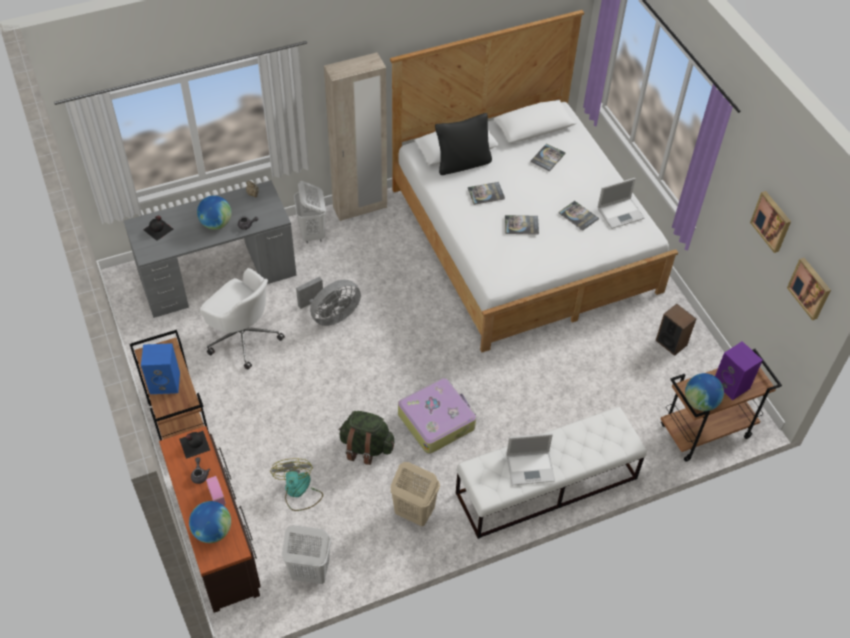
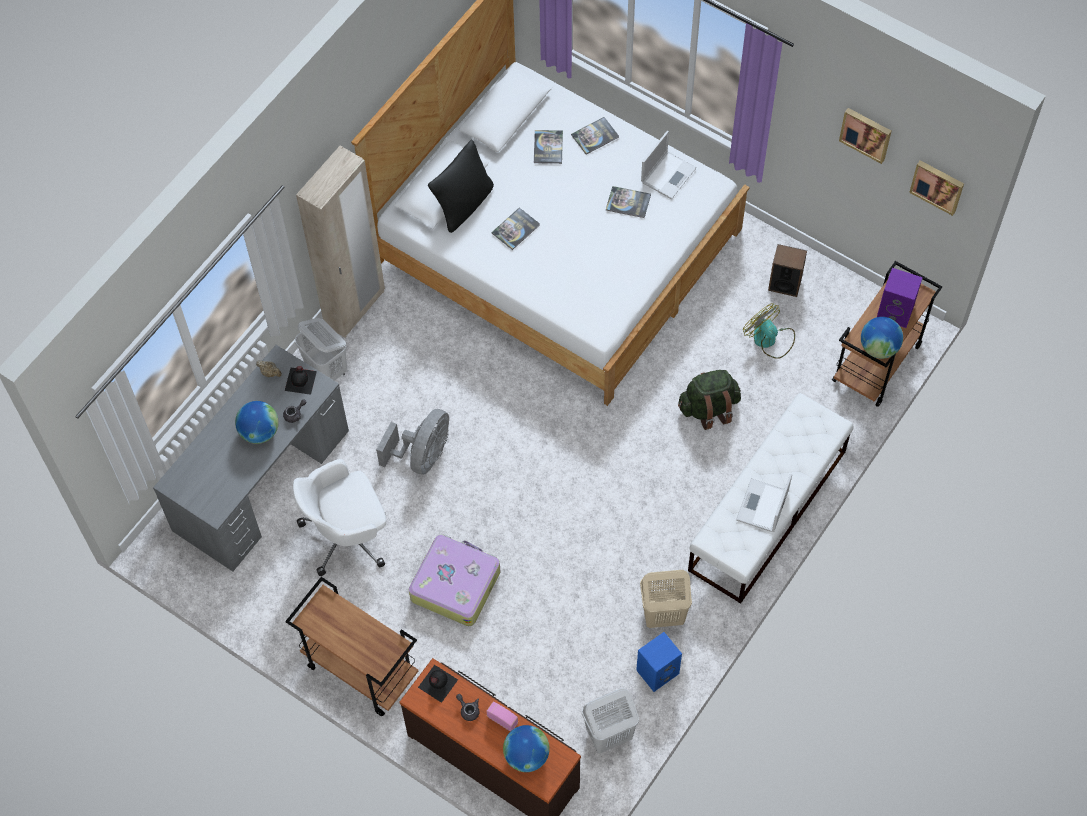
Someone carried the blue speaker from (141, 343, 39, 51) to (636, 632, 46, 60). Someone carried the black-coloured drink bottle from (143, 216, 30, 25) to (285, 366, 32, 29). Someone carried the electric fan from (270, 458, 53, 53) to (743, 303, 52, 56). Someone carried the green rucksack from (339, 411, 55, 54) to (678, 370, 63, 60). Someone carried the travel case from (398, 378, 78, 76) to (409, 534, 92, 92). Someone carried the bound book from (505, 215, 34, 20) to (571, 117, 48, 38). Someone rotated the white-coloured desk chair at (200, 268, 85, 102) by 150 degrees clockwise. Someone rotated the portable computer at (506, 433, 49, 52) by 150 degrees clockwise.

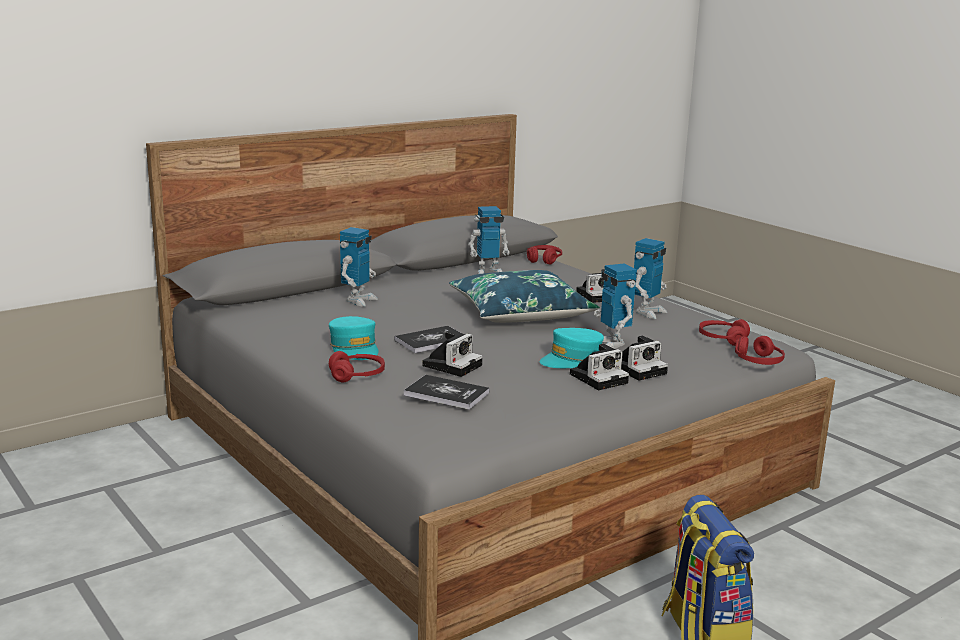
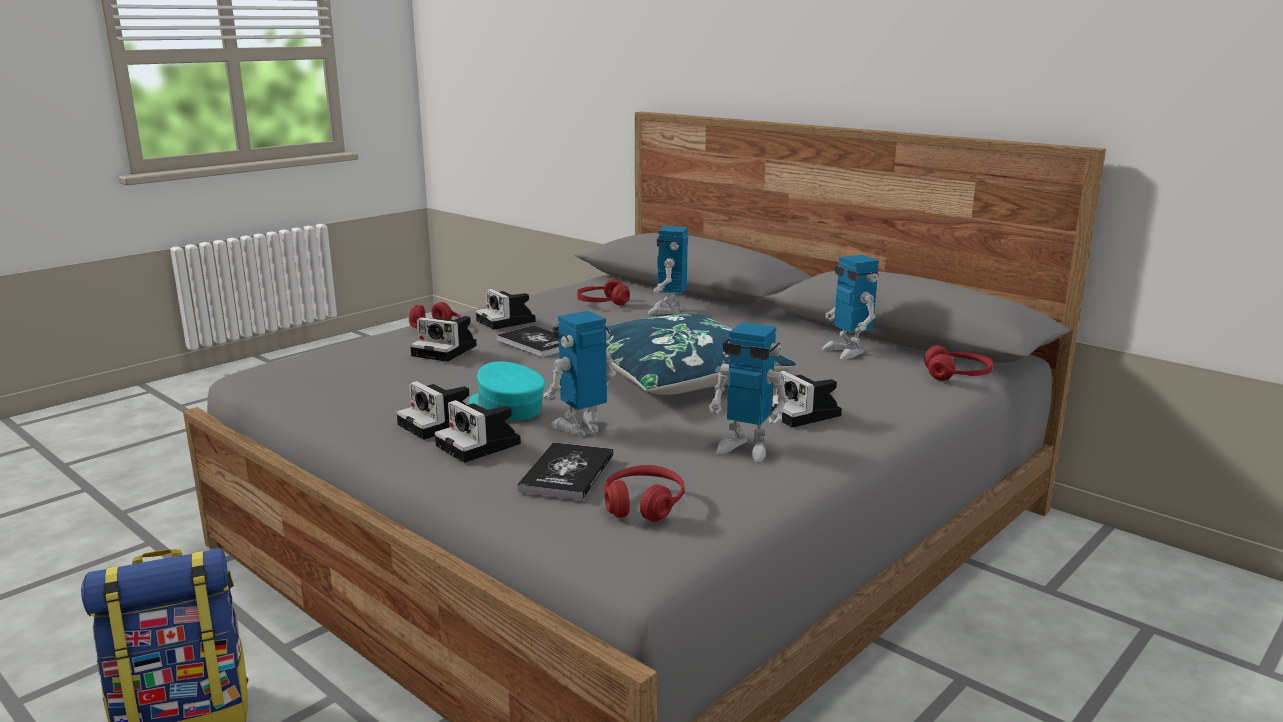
Someone carried the bound book from (404, 375, 86, 35) to (517, 442, 97, 58). Someone carried the red headset from (735, 336, 50, 29) to (577, 279, 53, 27). Someone swapped the turquoise peaked cap at (329, 316, 49, 44) for the still camera at (476, 289, 60, 41). Someone rotated the toy robot at (340, 227, 38, 80) by 90 degrees clockwise.

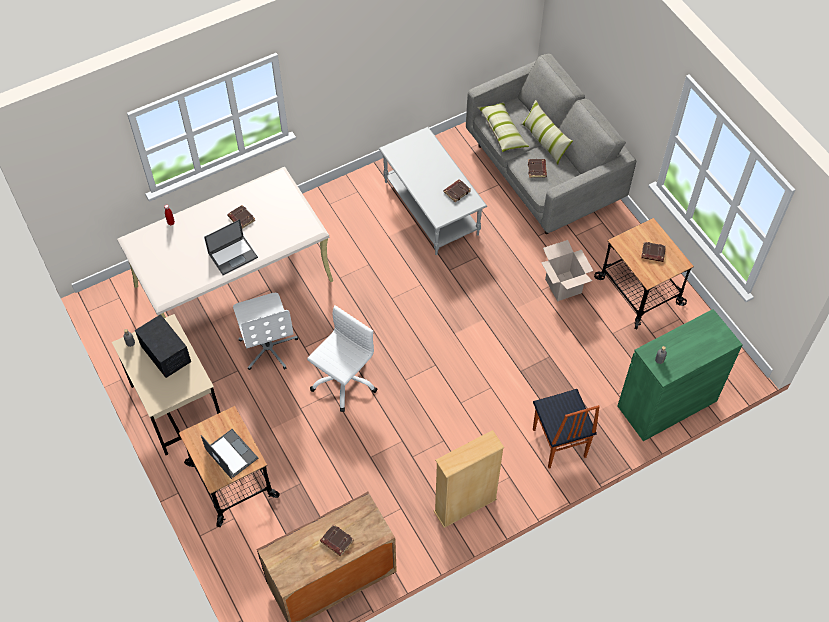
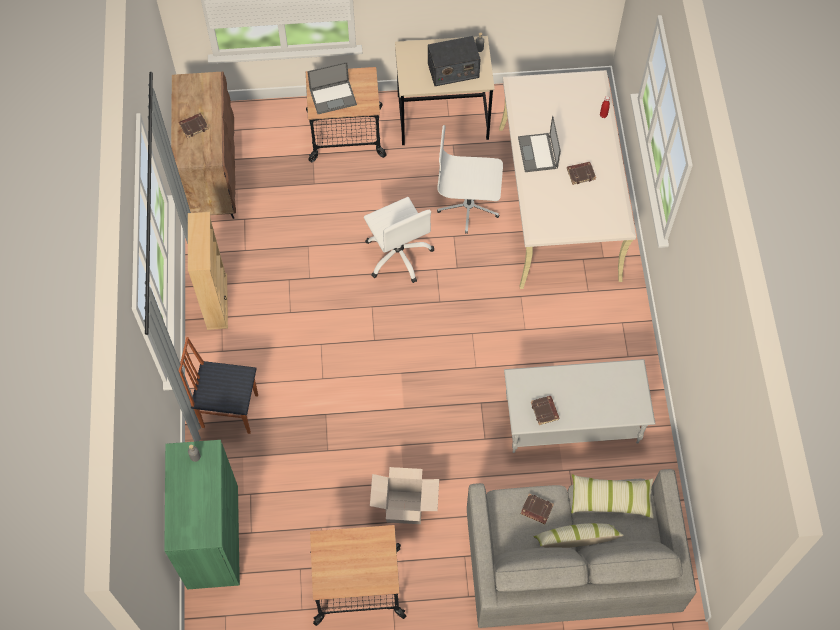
Someone took away the brownish bound book at (641, 242, 25, 20).

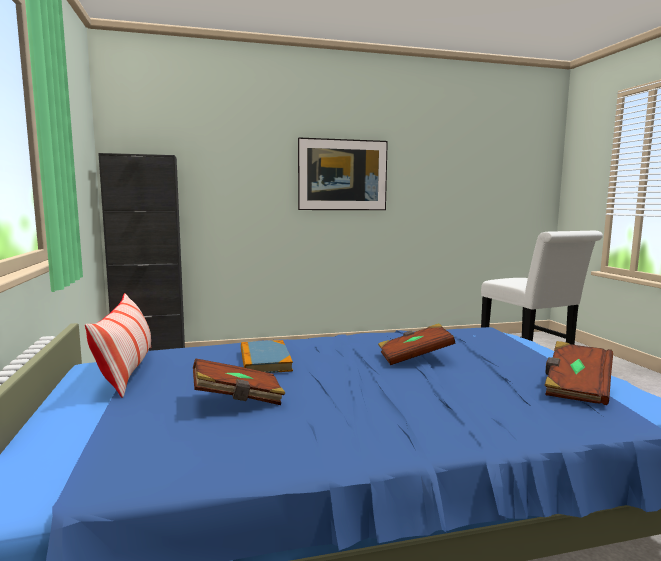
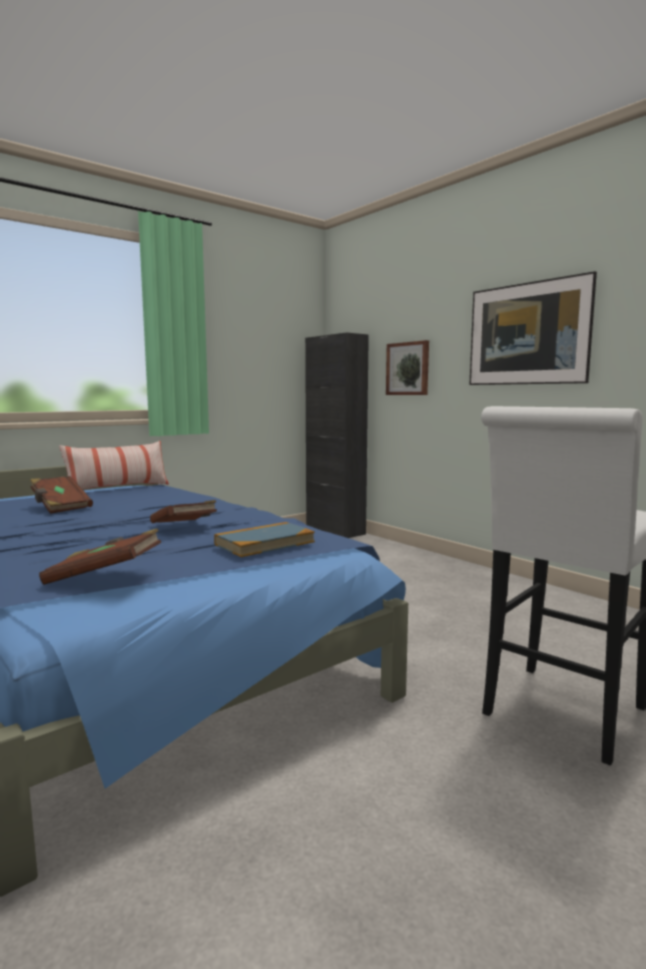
Someone put up the wall picture at (386, 340, 43, 55). Someone carried the bound book from (241, 340, 52, 33) to (214, 522, 101, 35).

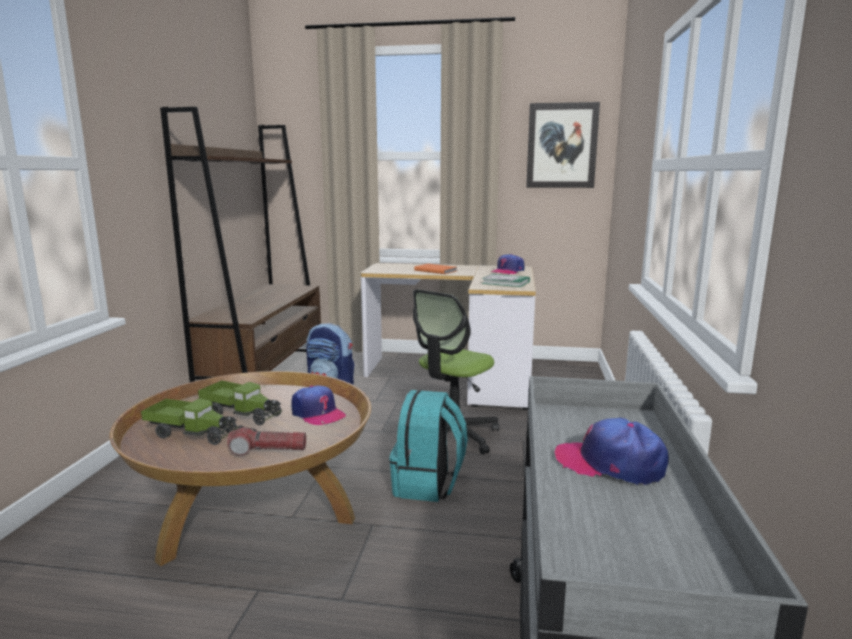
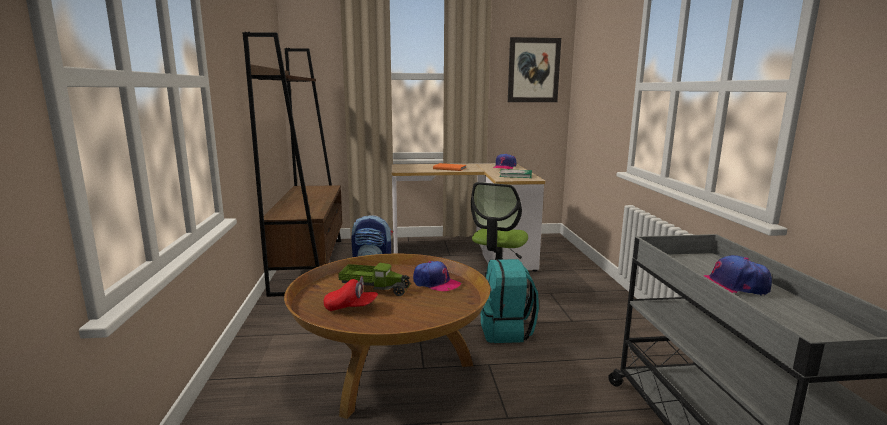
Someone took away the hand torch at (227, 425, 79, 31). Someone swapped the toy truck at (141, 398, 97, 47) for the red peaked cap at (324, 276, 54, 35).

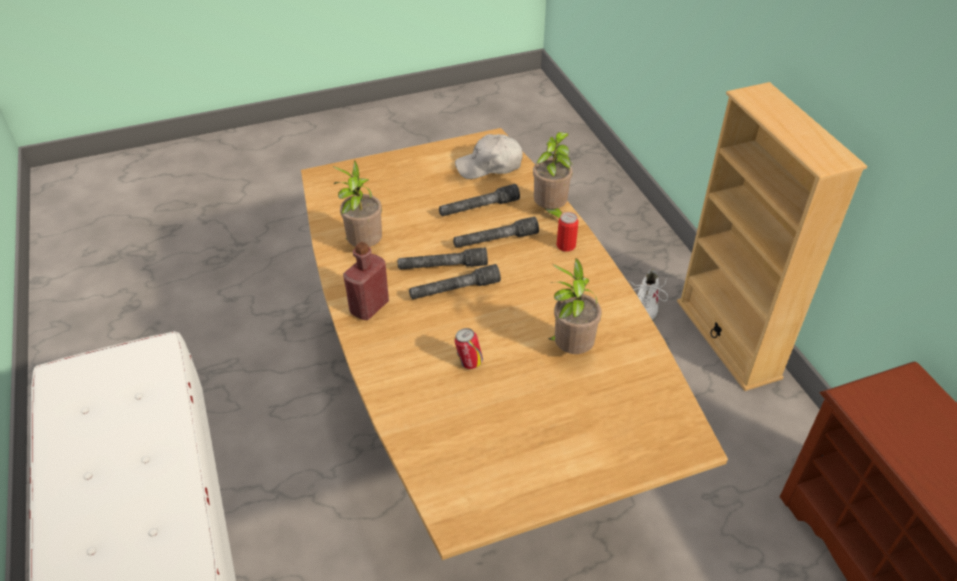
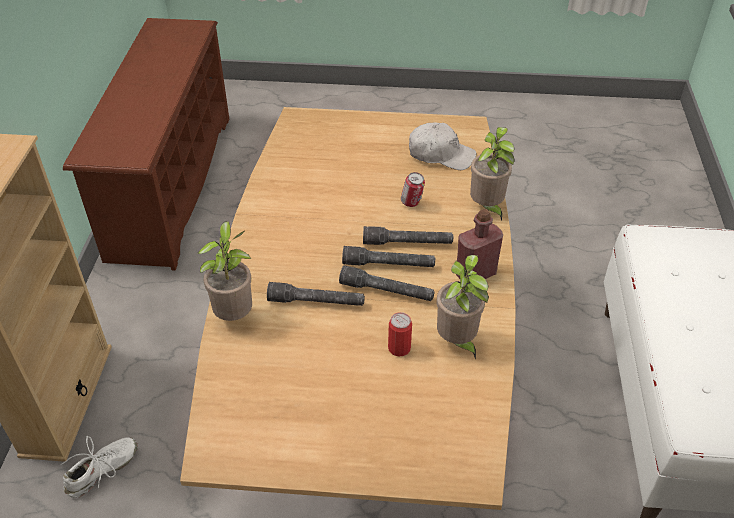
Someone carried the greyish hand torch from (439, 184, 81, 32) to (363, 226, 90, 19). Someone carried the white-coloured peaked cap from (455, 134, 68, 45) to (409, 122, 67, 48). Someone carried the plant in a pot from (548, 259, 54, 95) to (470, 127, 45, 94). Someone carried the metal can from (557, 212, 22, 40) to (388, 312, 24, 44).

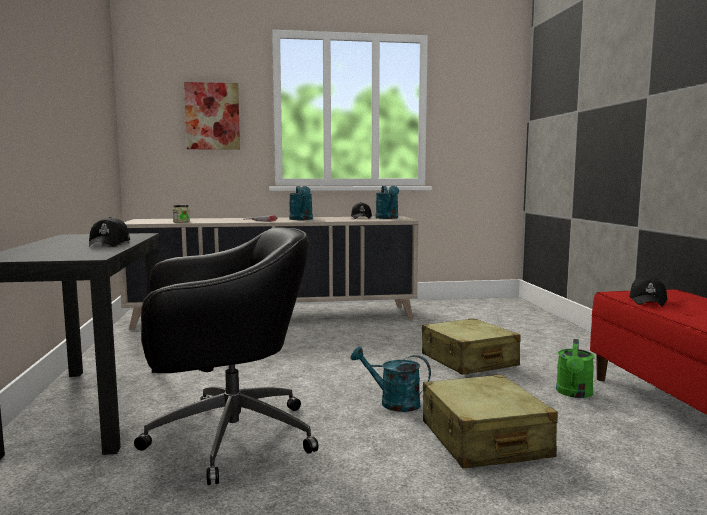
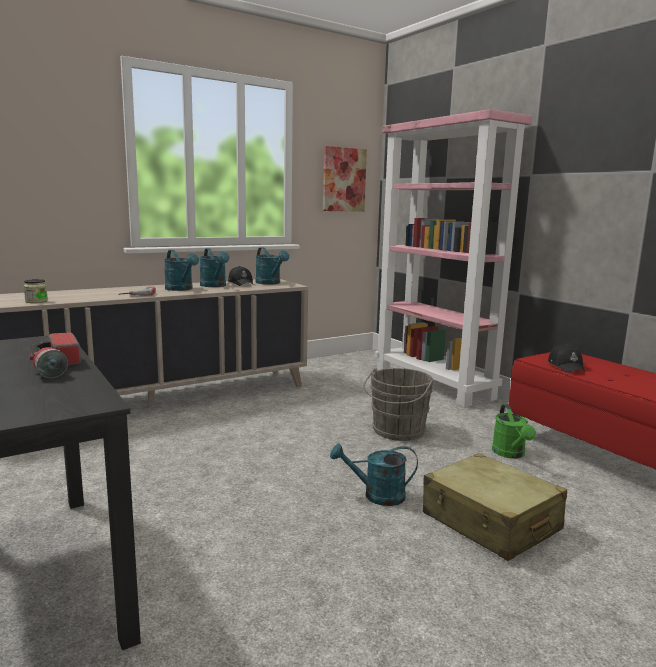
Someone took away the black-coloured desk chair at (134, 228, 185, 257). Someone put down the turquoise watering can at (199, 248, 30, 39). Someone put down the pink bookshelf at (375, 109, 157, 299). Someone carried the wall picture from (184, 82, 56, 68) to (323, 146, 44, 66). Someone swapped the black-coloured peaked cap at (89, 217, 41, 30) for the hand torch at (30, 332, 51, 46). Someone swapped the beige travel case at (422, 318, 99, 57) for the greyish pail at (363, 368, 70, 73).

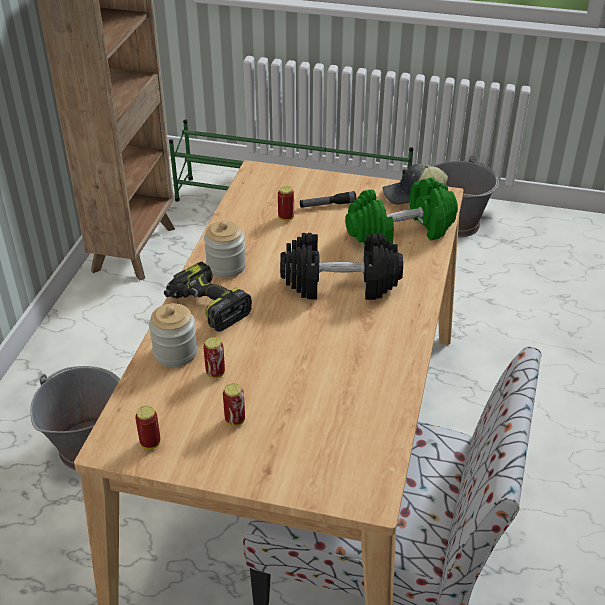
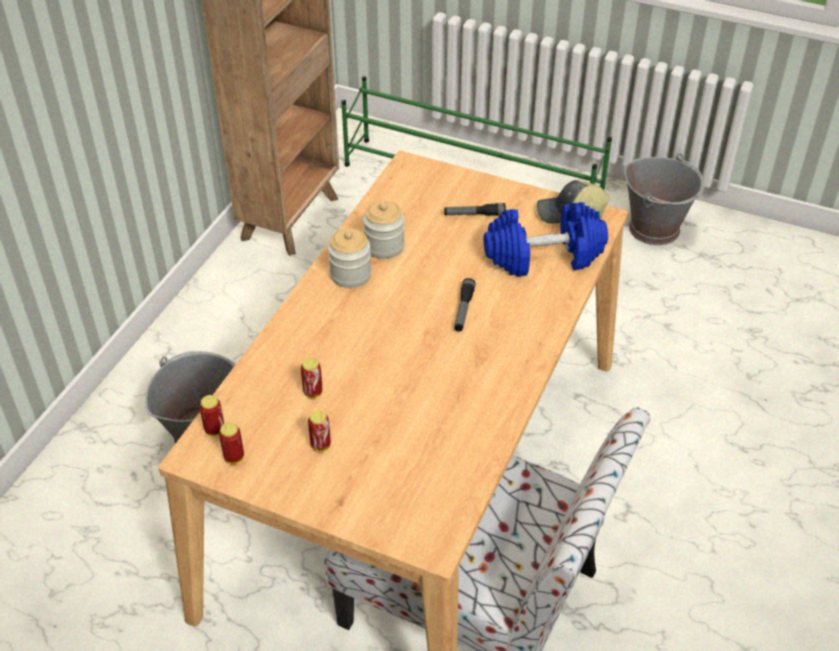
Someone took away the electric drill at (164, 262, 88, 70). Someone carried the preserve jar from (149, 303, 48, 64) to (363, 201, 42, 58). Someone carried the metal can from (278, 186, 16, 35) to (199, 395, 25, 41). Someone swapped the black-coloured dumbbell at (280, 233, 123, 67) for the hand torch at (454, 278, 22, 54). Someone repainted the green dumbbell at (345, 178, 113, 66), which became the blue dumbbell at (484, 202, 124, 74).

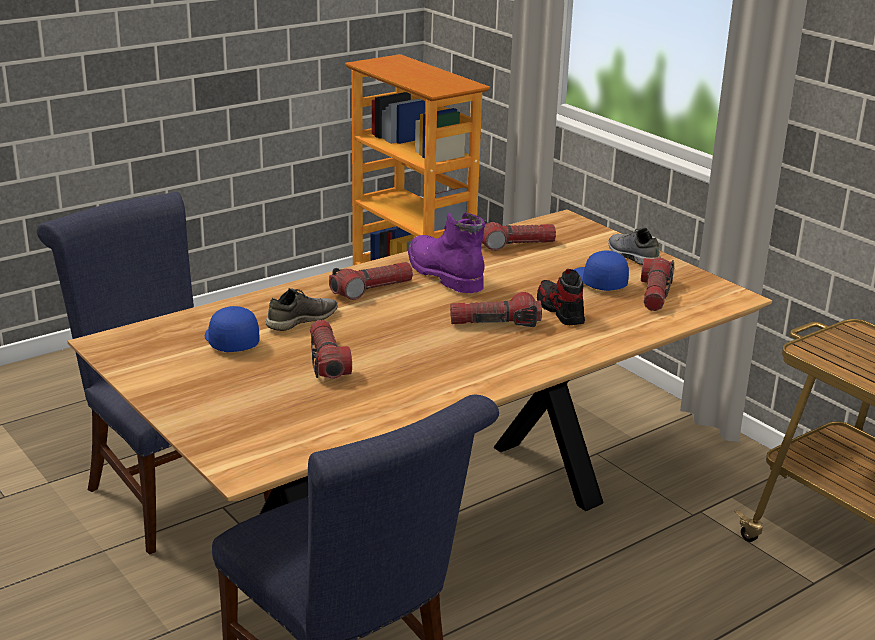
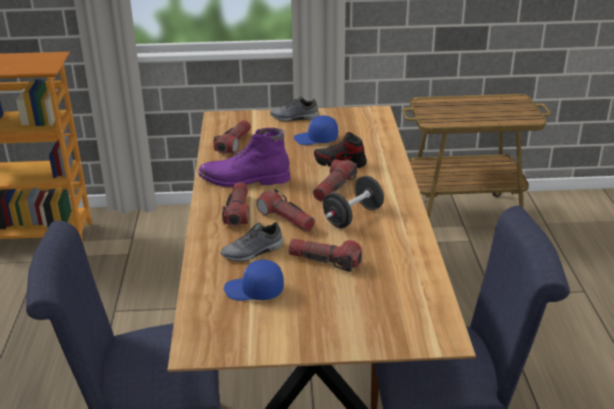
Someone put down the black-coloured dumbbell at (323, 176, 61, 52). Someone carried the hand torch from (641, 258, 33, 53) to (256, 189, 59, 43). Someone rotated the greyish low shoe at (266, 288, 72, 43) by 105 degrees counterclockwise.

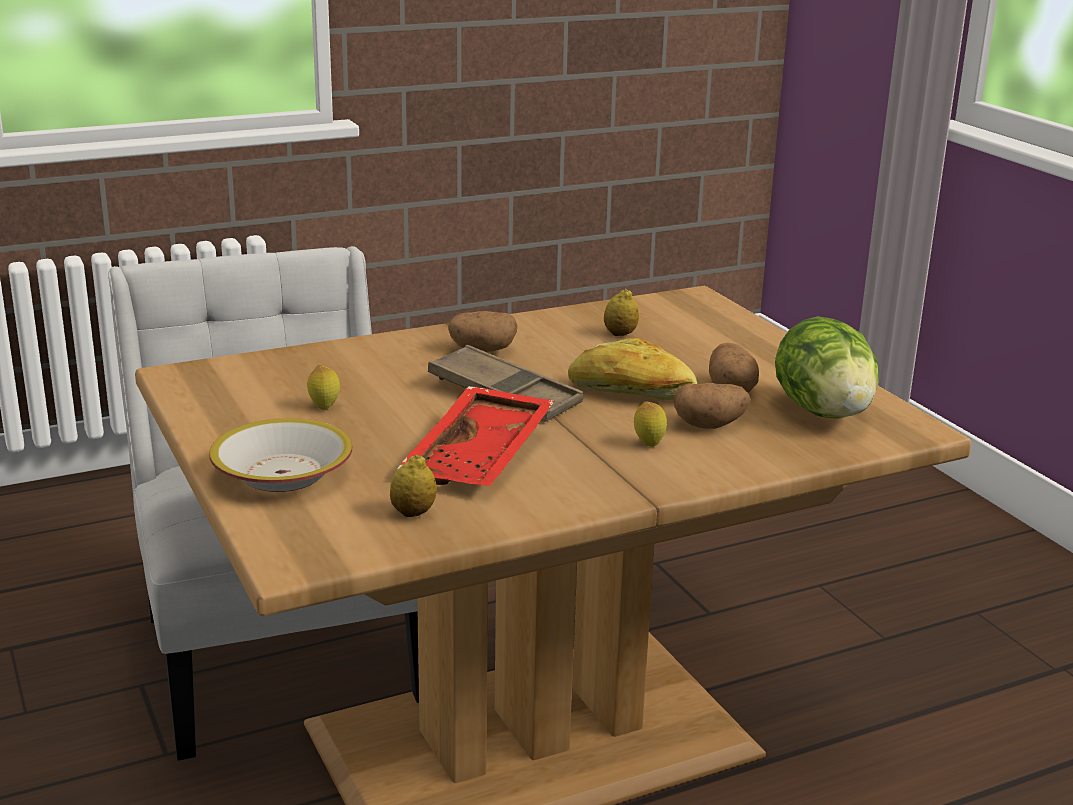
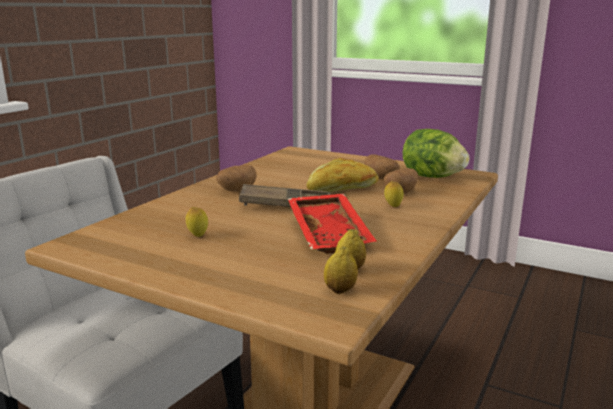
Someone took away the bowl at (209, 418, 143, 74). Someone carried the citrus fruit from (604, 289, 35, 47) to (324, 246, 34, 48).

